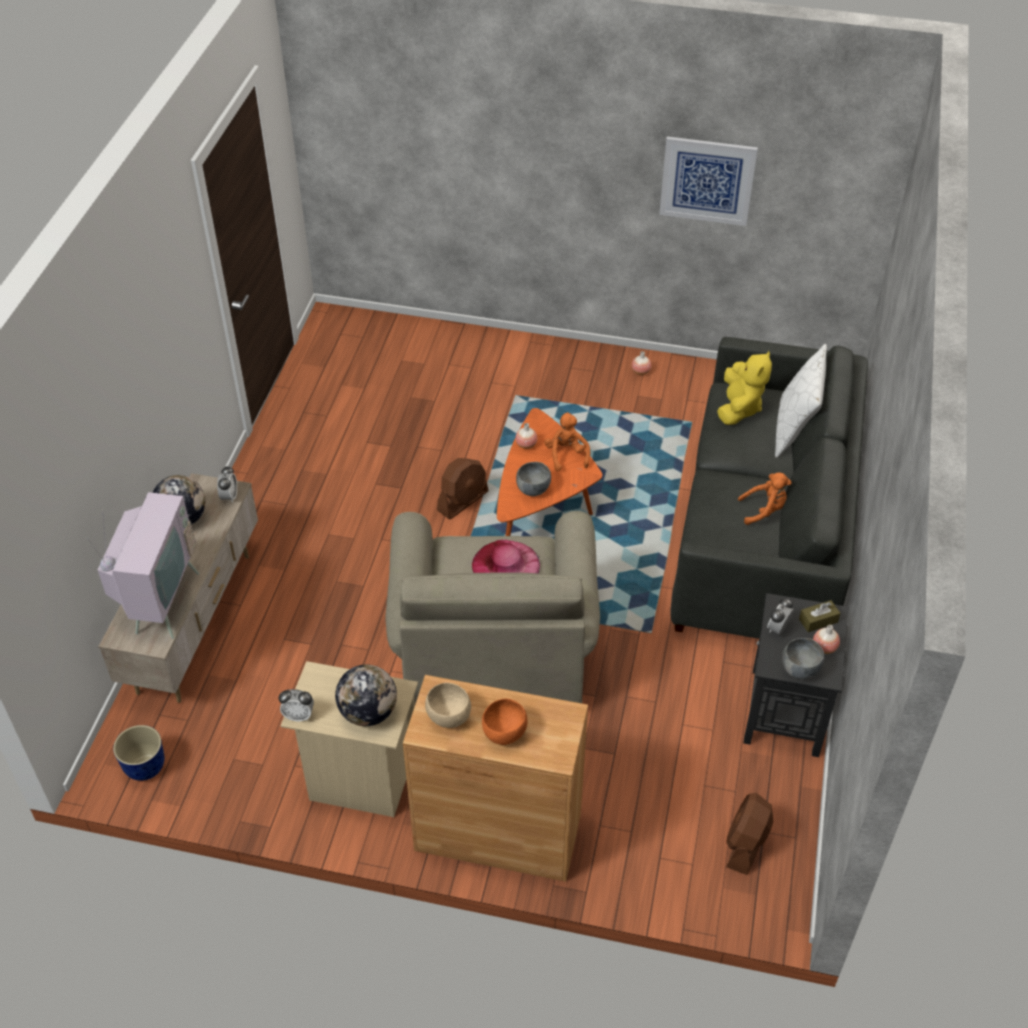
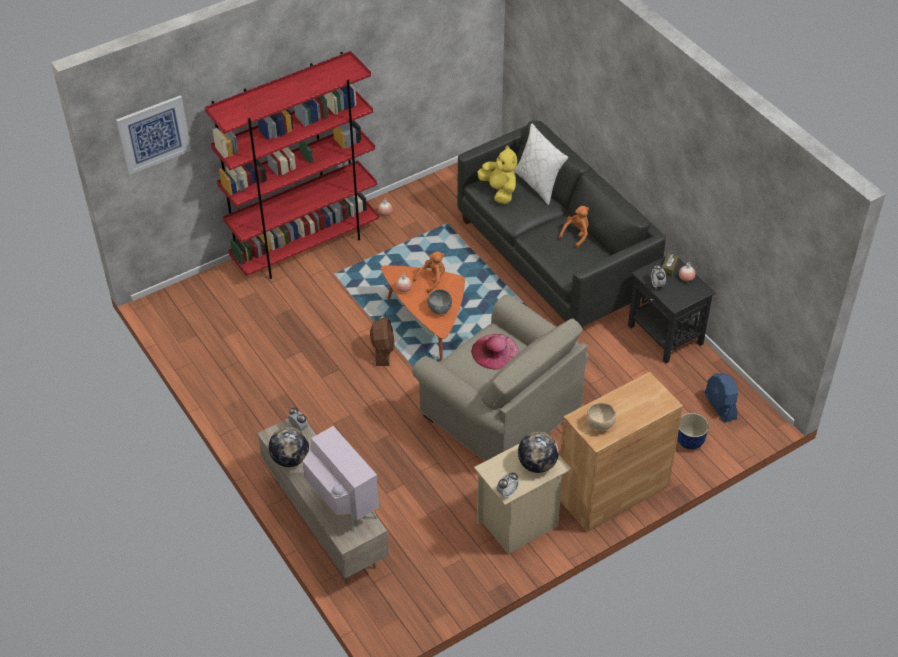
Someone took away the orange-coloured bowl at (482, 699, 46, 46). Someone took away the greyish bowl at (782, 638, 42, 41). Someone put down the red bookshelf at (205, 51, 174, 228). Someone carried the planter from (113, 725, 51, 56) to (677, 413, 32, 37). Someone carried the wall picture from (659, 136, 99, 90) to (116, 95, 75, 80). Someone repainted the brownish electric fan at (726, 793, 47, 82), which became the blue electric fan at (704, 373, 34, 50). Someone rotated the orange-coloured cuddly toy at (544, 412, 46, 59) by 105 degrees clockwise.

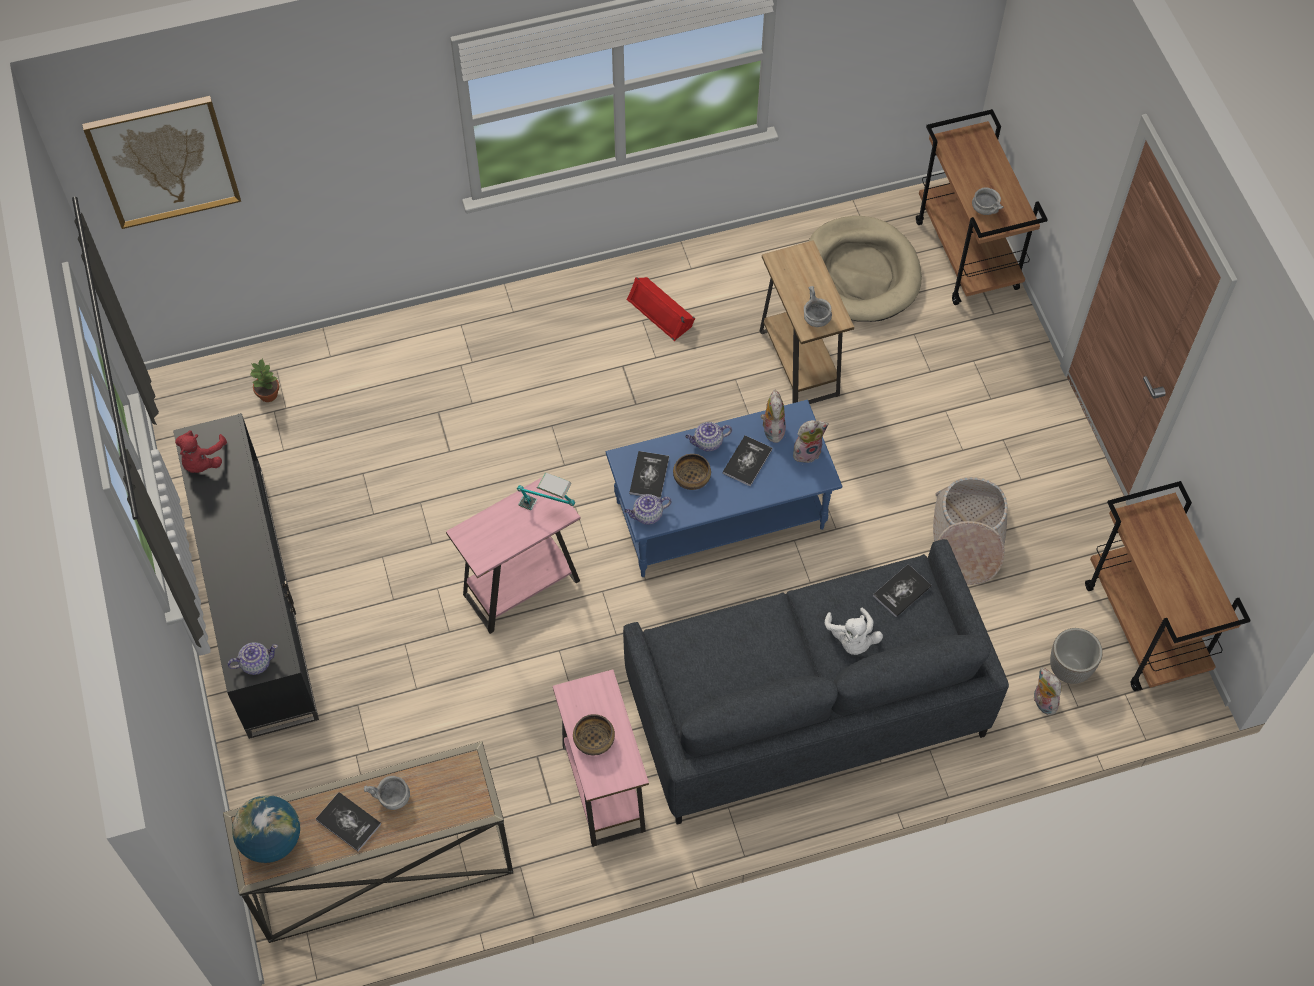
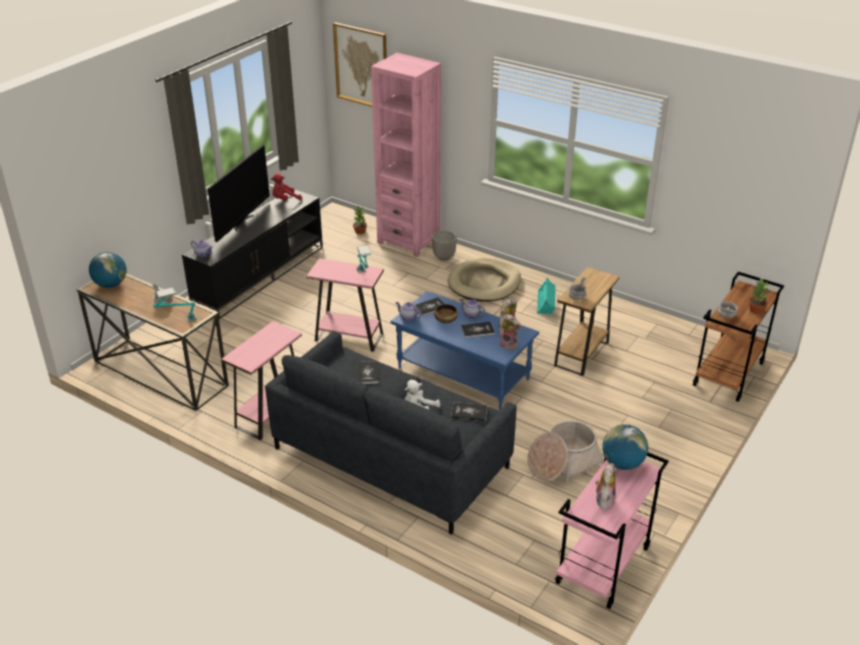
Someone took away the bowl at (573, 714, 42, 42). Someone put down the table lamp at (154, 287, 43, 35). Someone put down the TV set at (207, 145, 63, 97). Someone put down the pink bookshelf at (371, 53, 70, 204). Someone put down the desk globe at (602, 424, 47, 46). Someone put down the plant in a pot at (749, 278, 21, 36). Someone carried the bound book from (316, 792, 65, 59) to (357, 361, 22, 23). Someone carried the beige pet bed from (808, 216, 114, 106) to (448, 258, 73, 44). Someone carried the cuddly toy from (1034, 667, 28, 48) to (595, 463, 21, 46). Someone carried the planter from (1050, 628, 53, 56) to (432, 231, 25, 30). Someone repainted the red speaker at (627, 277, 68, 64), which became the turquoise speaker at (537, 278, 19, 36). Someone repainted the brownish trolley at (1085, 481, 166, 210), which became the pink trolley at (555, 452, 114, 157).

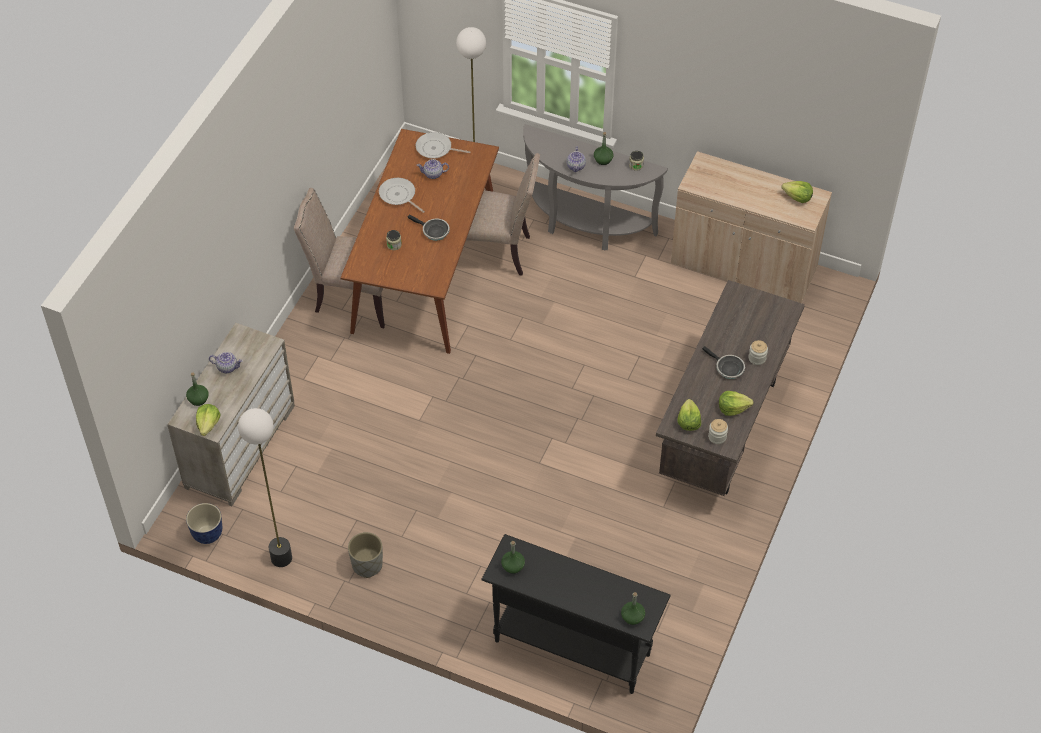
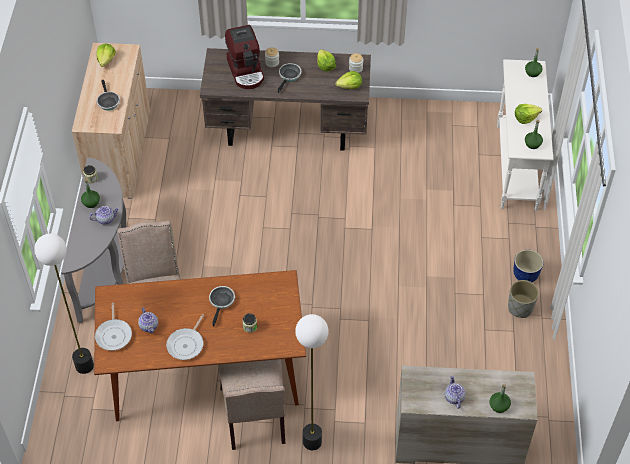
Someone put down the pan at (96, 80, 24, 30). Someone put down the coffee brewer at (225, 25, 39, 64). Someone carried the planter from (186, 503, 36, 41) to (513, 250, 31, 32). Someone carried the lettuce head from (196, 404, 25, 32) to (515, 104, 27, 20). Someone carried the standard lamp from (238, 408, 54, 159) to (295, 314, 33, 136). Someone repainted the black-coloured console table at (481, 534, 190, 160), which became the white-coloured console table at (497, 59, 56, 151).

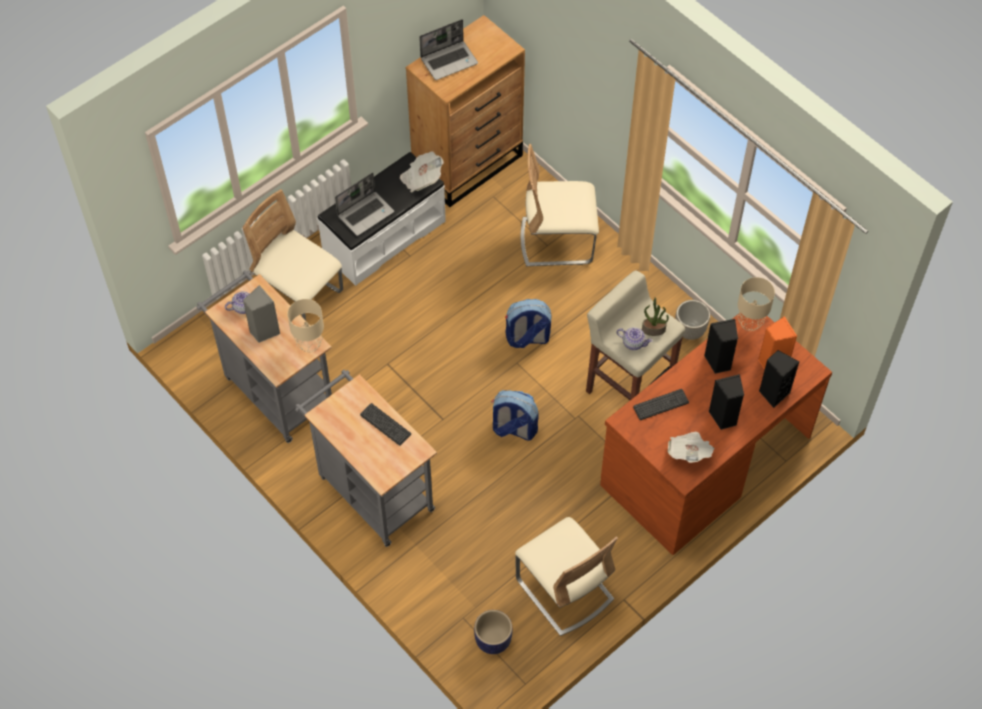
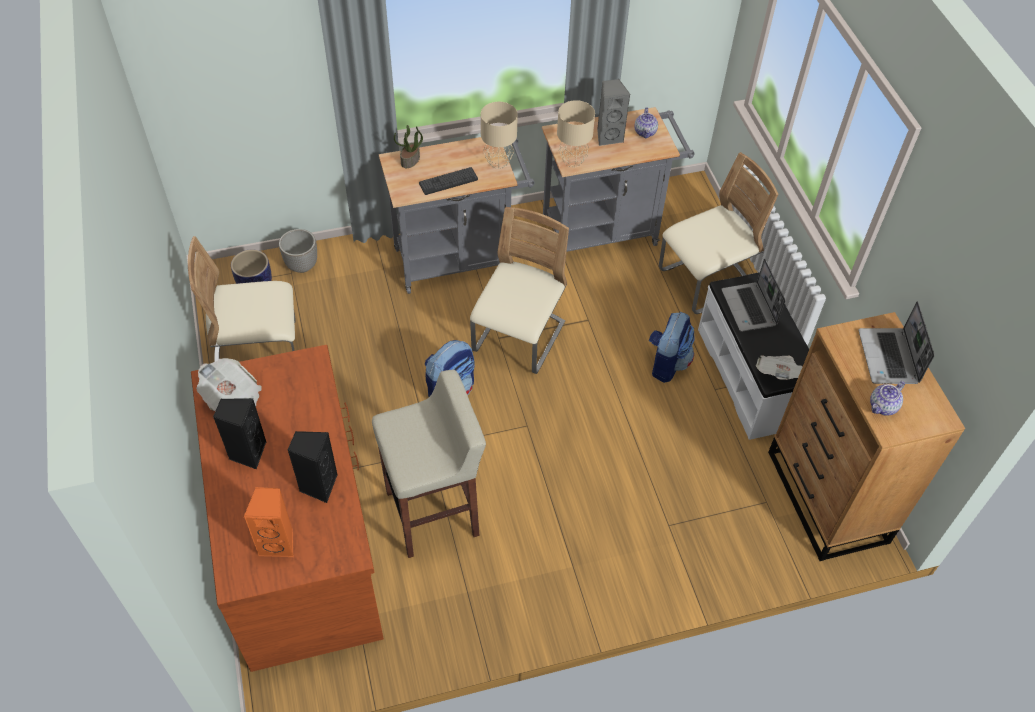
Someone took away the computer keyboard at (633, 389, 56, 31). Someone took away the black-coloured speaker at (759, 350, 40, 58). Someone carried the rucksack from (505, 299, 46, 49) to (649, 312, 46, 71). Someone carried the beige plain chair from (520, 144, 79, 122) to (470, 207, 99, 167). Someone carried the pot for tea from (617, 327, 36, 23) to (870, 381, 35, 35). Someone carried the plant in a pot from (642, 297, 27, 39) to (394, 125, 29, 43). Someone carried the planter from (675, 300, 35, 40) to (279, 229, 38, 44). Someone carried the beige table lamp from (737, 277, 38, 54) to (481, 102, 37, 67).

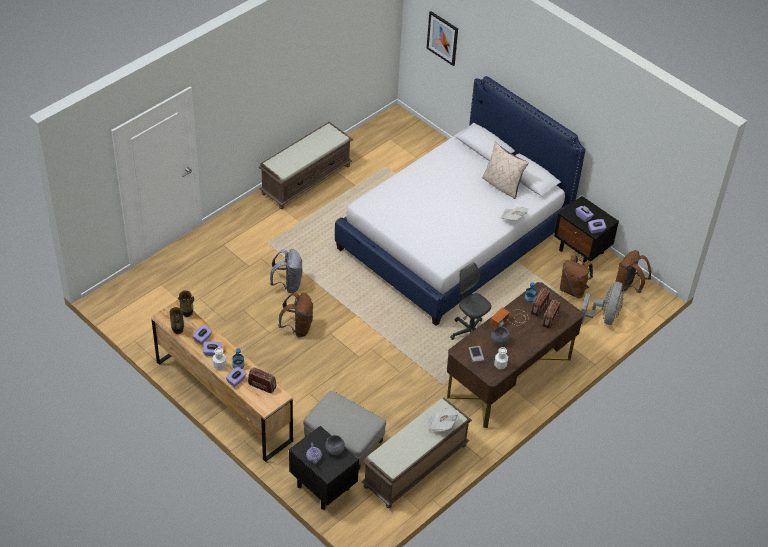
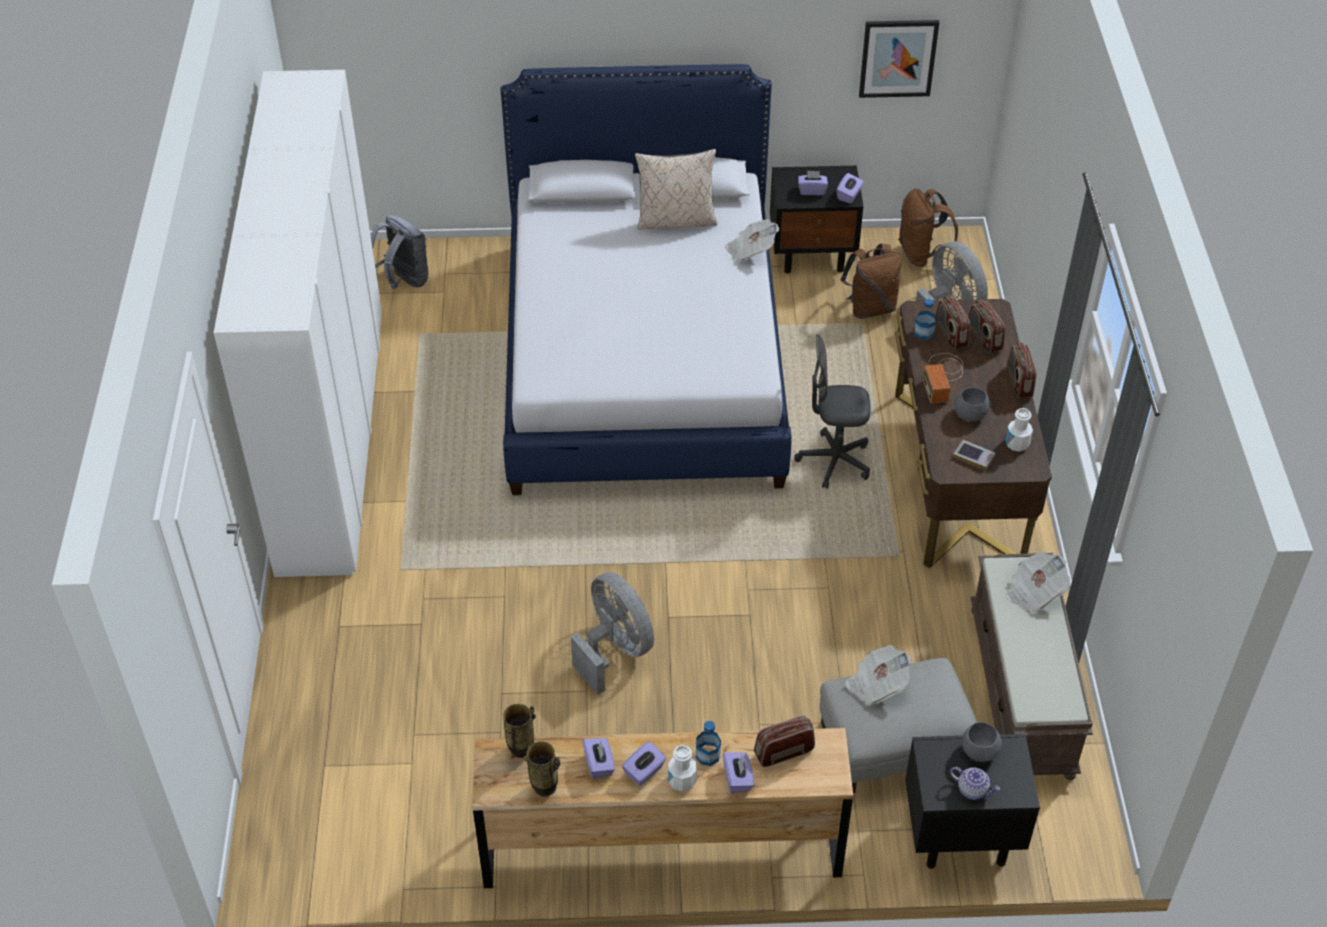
Someone put down the printed paper at (846, 645, 66, 61). Someone put down the radio receiver at (1007, 342, 29, 56). Someone carried the greyish rucksack from (270, 249, 32, 44) to (371, 215, 58, 74). Someone carried the wall picture from (427, 11, 31, 55) to (859, 20, 80, 78). Someone swapped the brownish long seat at (259, 122, 94, 87) for the white-coloured clothes cupboard at (214, 70, 168, 507). Someone swapped the brownish rucksack at (278, 292, 35, 46) for the greyish electric fan at (571, 572, 83, 123).

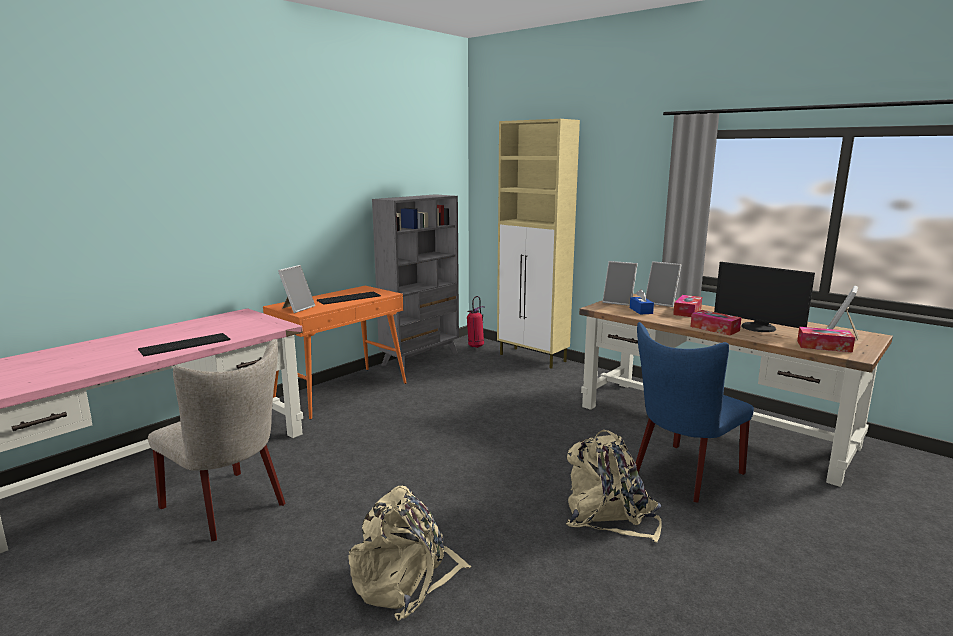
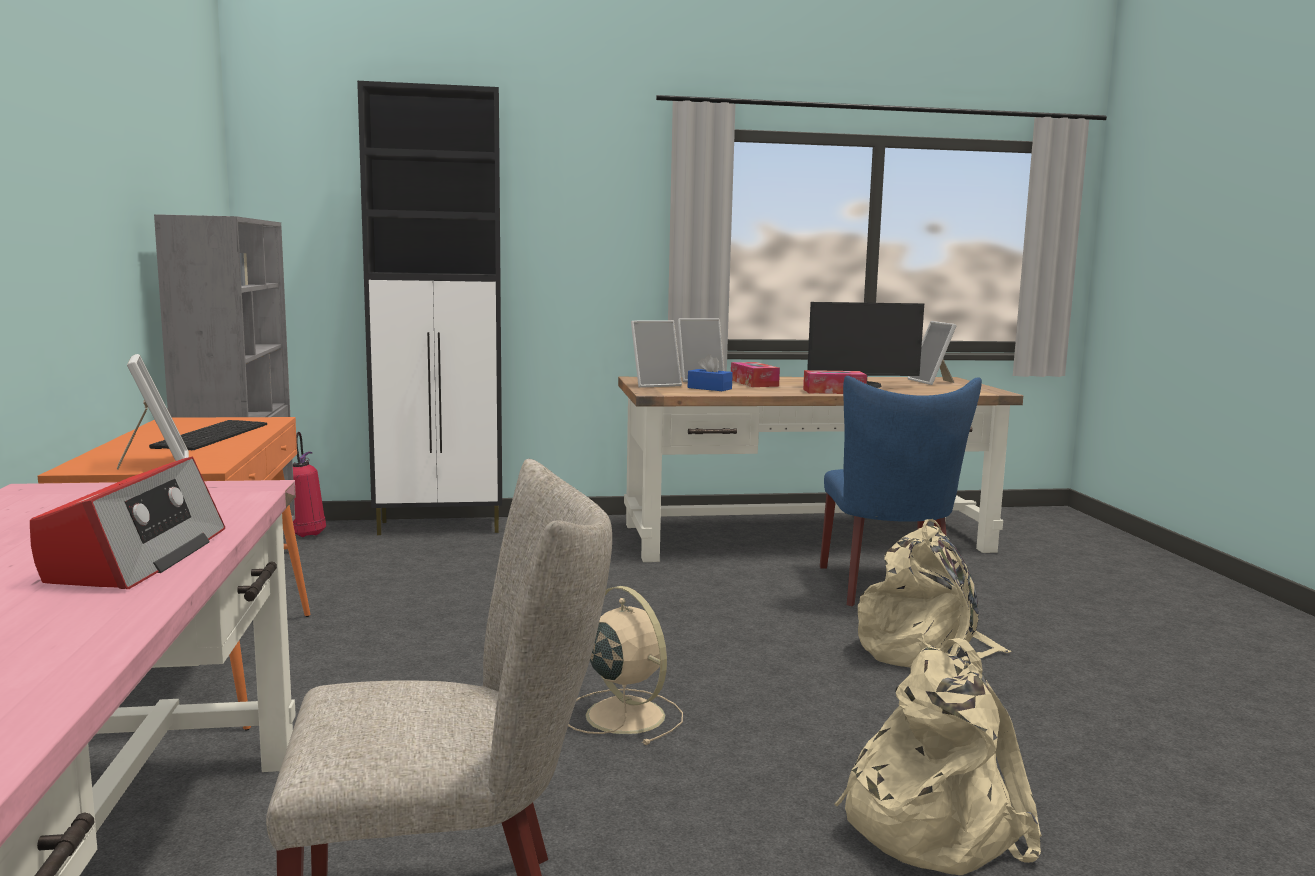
Someone took away the tissue holder at (797, 327, 58, 26). Someone put down the beige electric fan at (568, 586, 115, 159). Someone swapped the computer keyboard at (138, 333, 93, 23) for the radio receiver at (30, 457, 195, 132). Someone repainted the beige storage cabinet at (497, 119, 83, 250), which became the black-coloured storage cabinet at (357, 81, 145, 454).

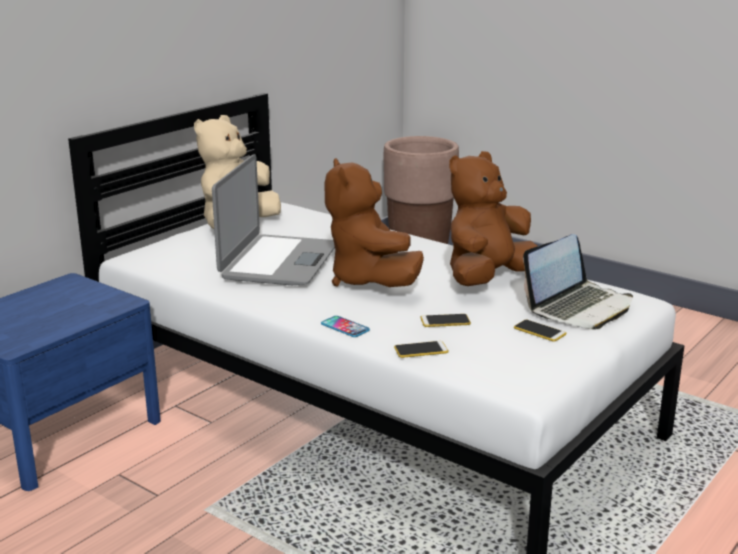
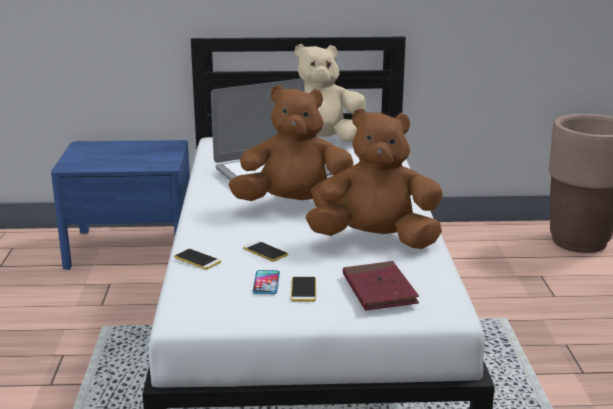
Someone carried the phone from (321, 316, 49, 21) to (252, 270, 28, 24). Someone swapped the portable computer at (523, 234, 110, 95) for the red bound book at (343, 261, 76, 50). Someone rotated the brownish cuddly toy at (325, 158, 99, 129) by 60 degrees clockwise.

